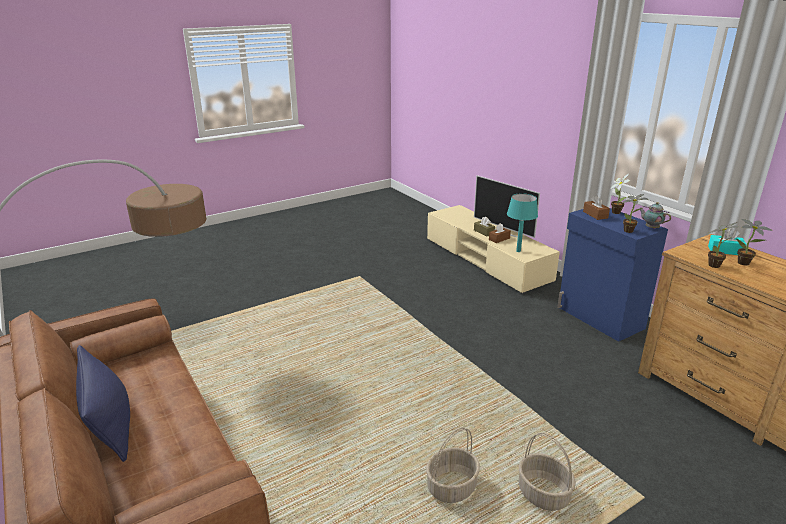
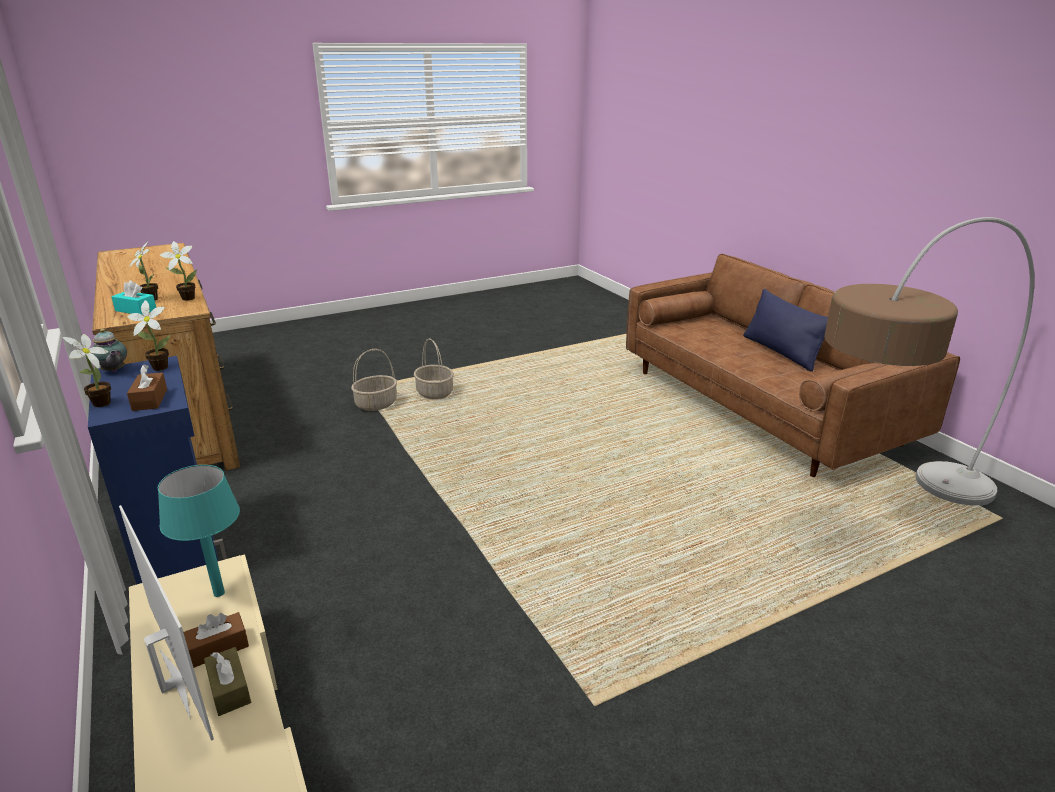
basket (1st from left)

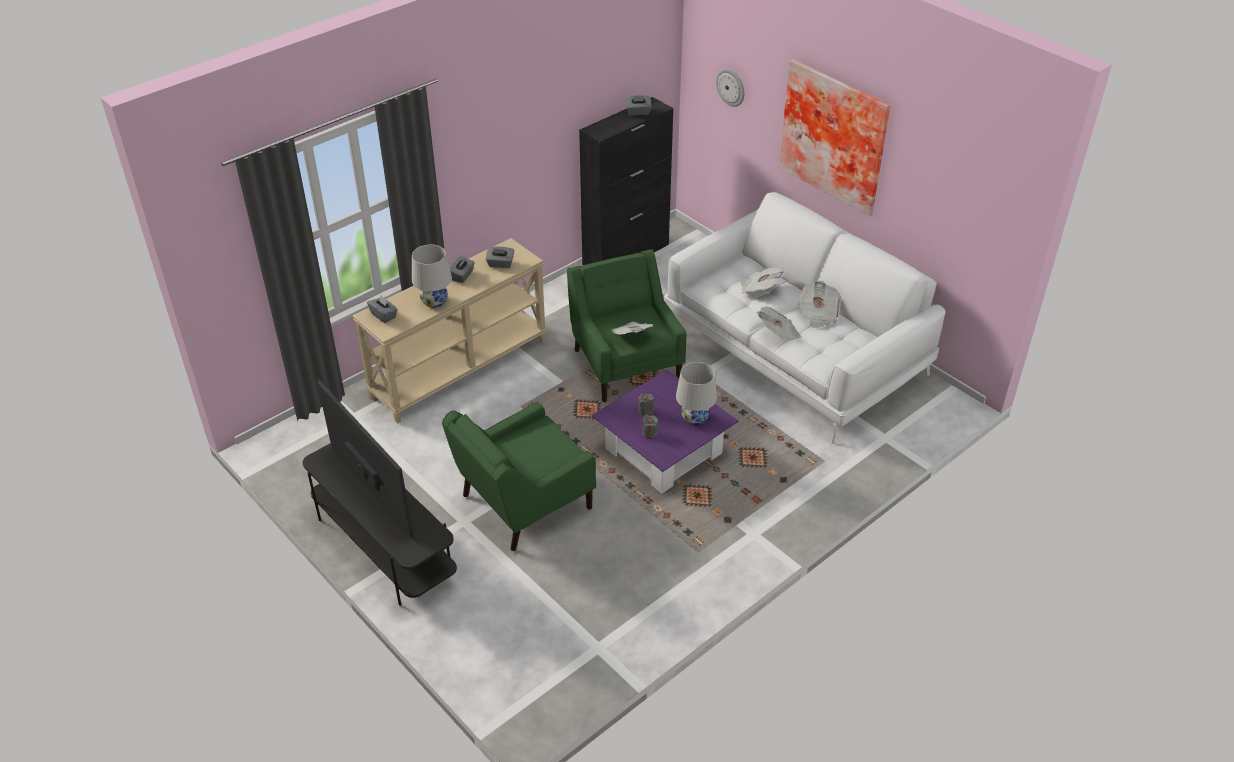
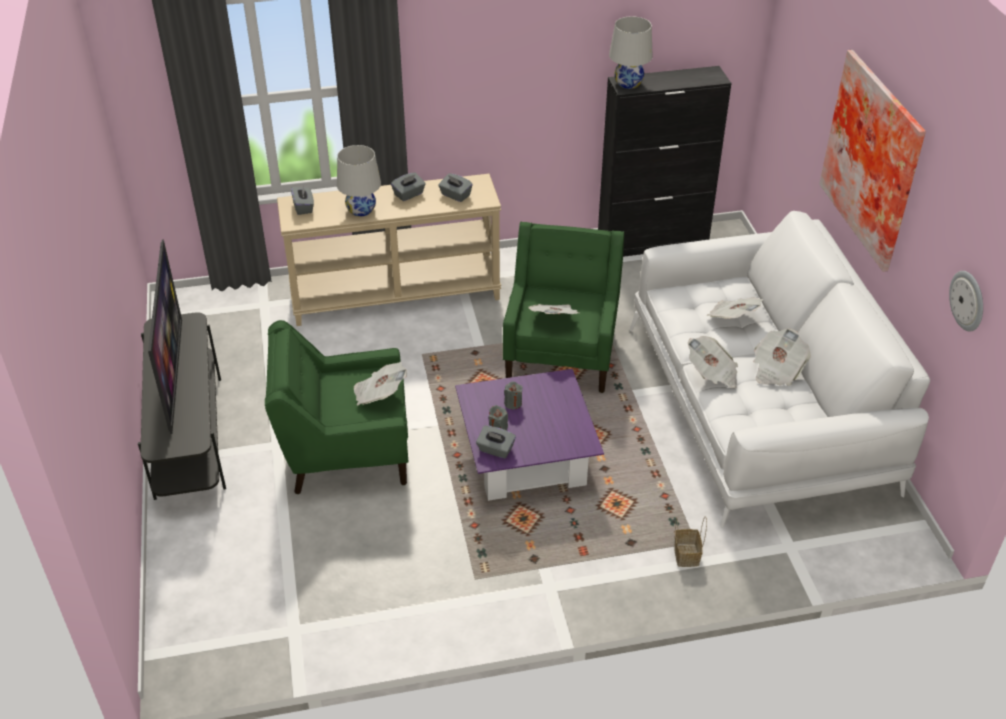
wall clock
grey tissue box (4th from left)
white table lamp (2nd from left)
newspaper (1st from left)
basket

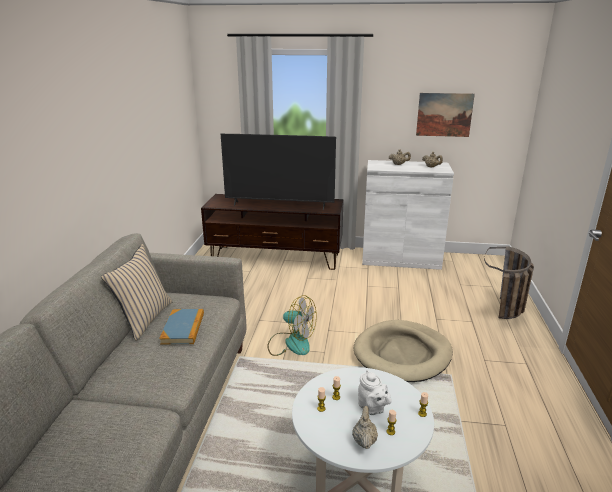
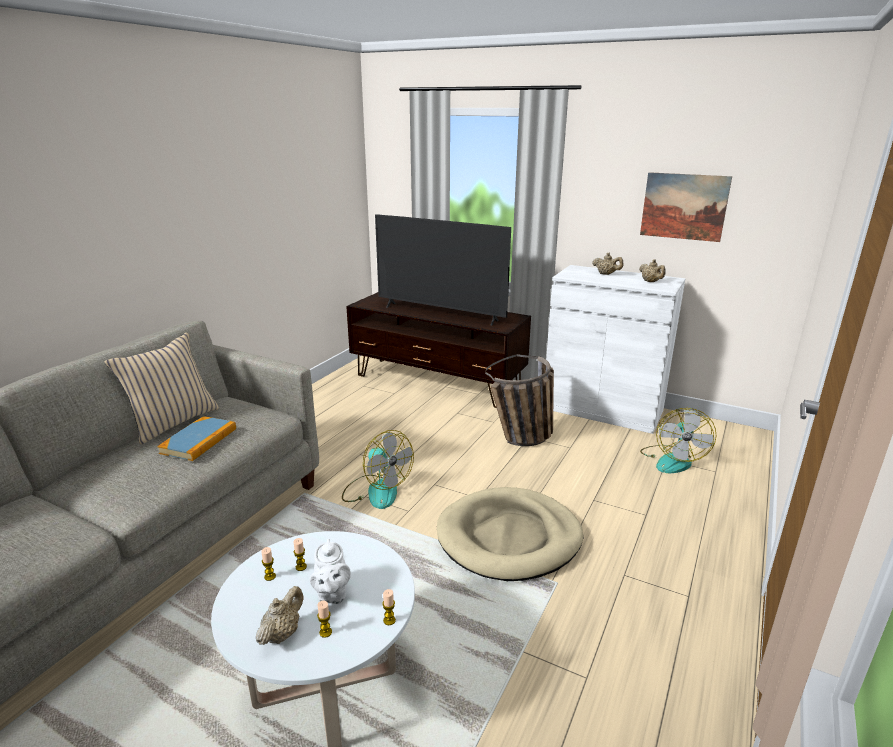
basket
fan (2nd from left)

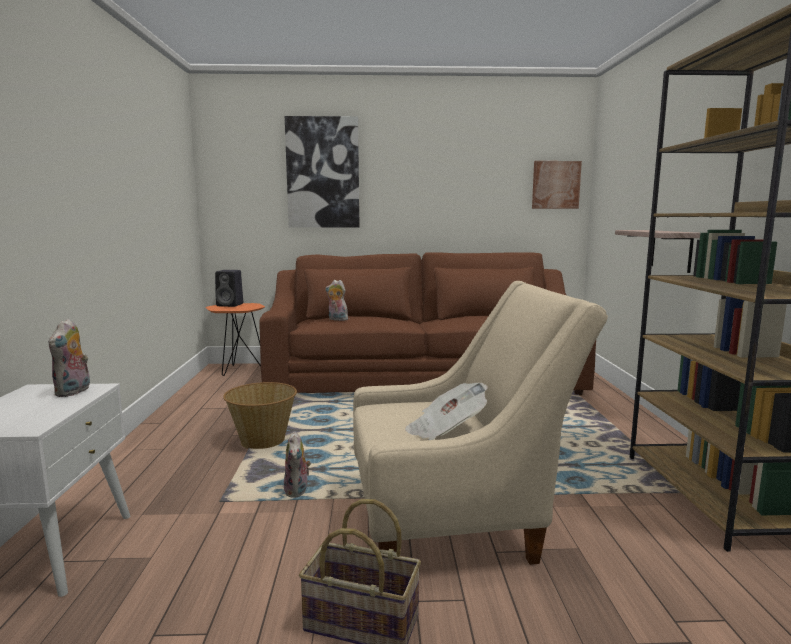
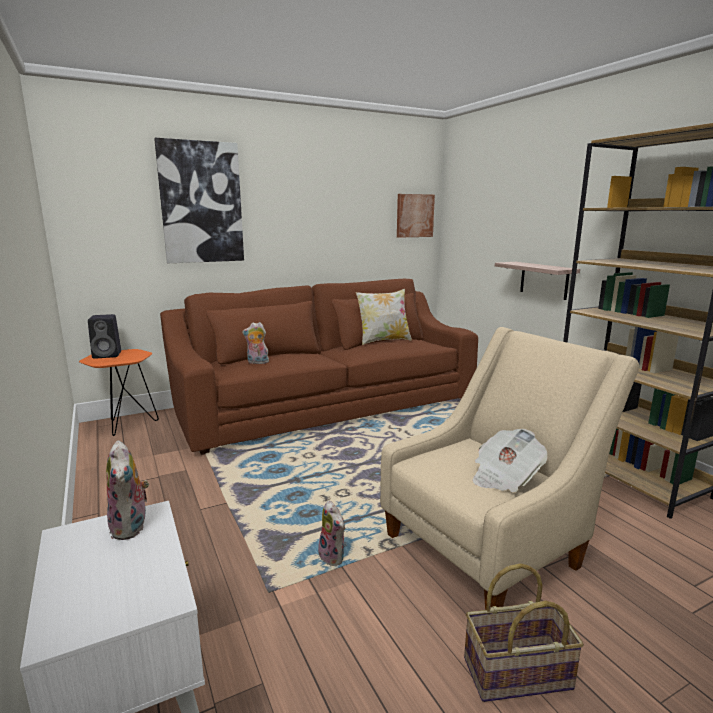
basket (1st from left in the first image)
pillow

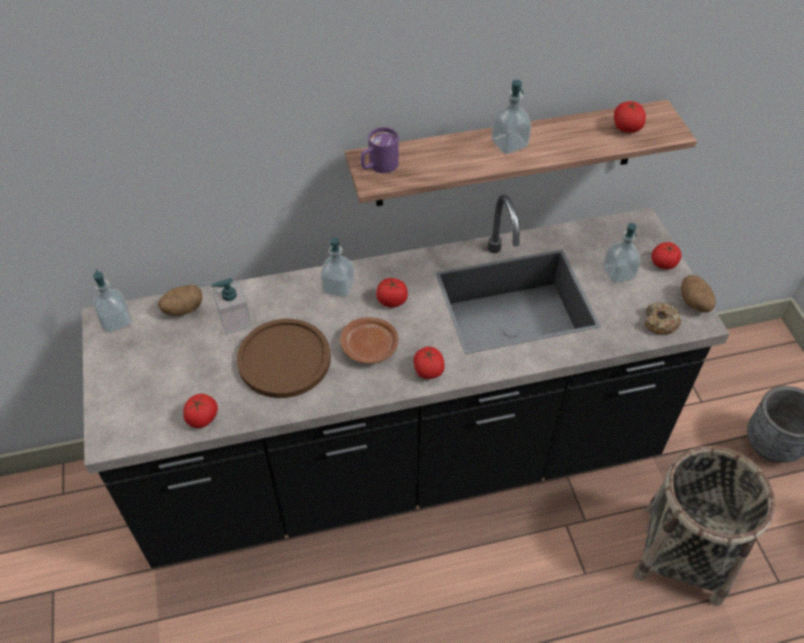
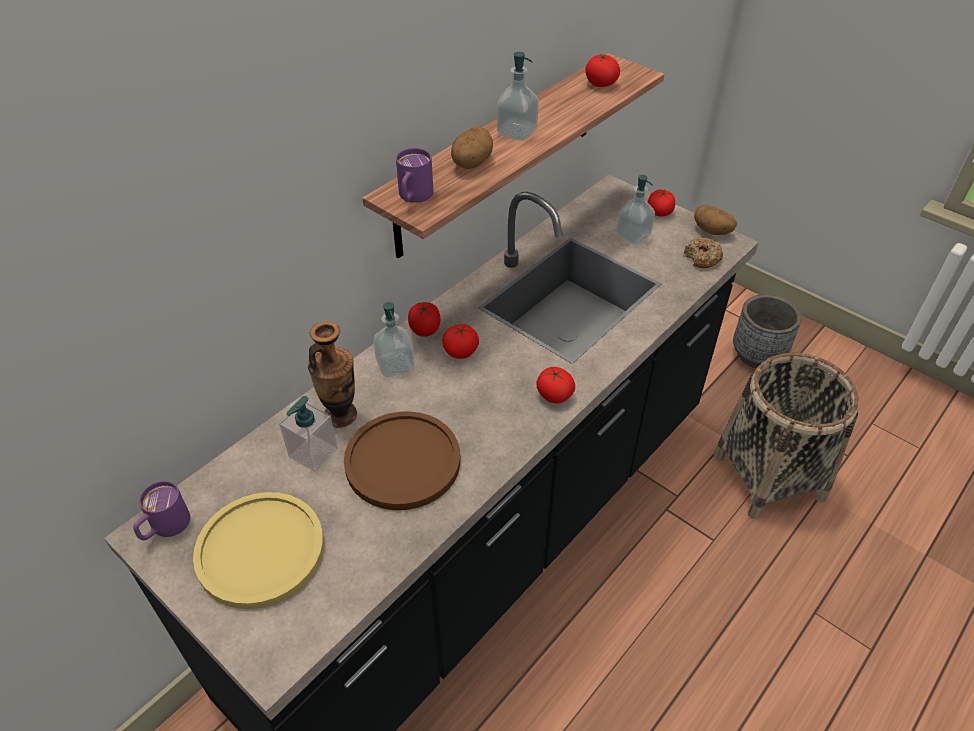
purple mug (1st from left)
potato (1st from left)
brown plate (2nd from left in the first image)
tomato (1st from left)
vase
yellow plate

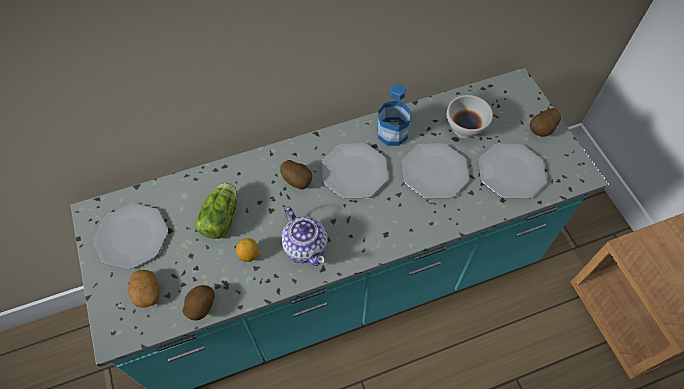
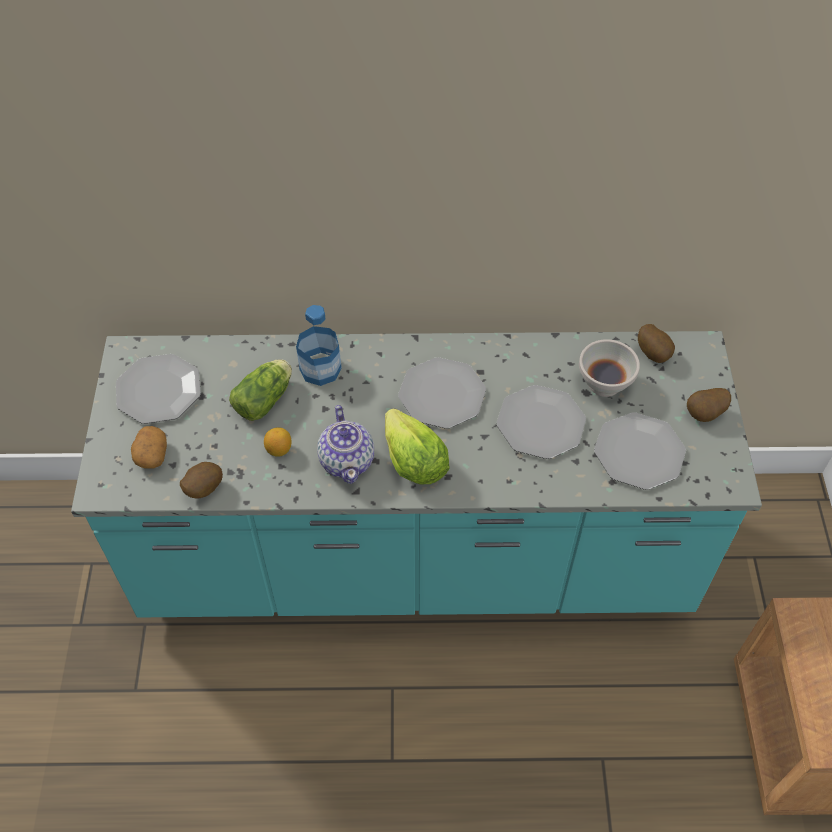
bottle
potato (3rd from left)
lettuce (2nd from left)

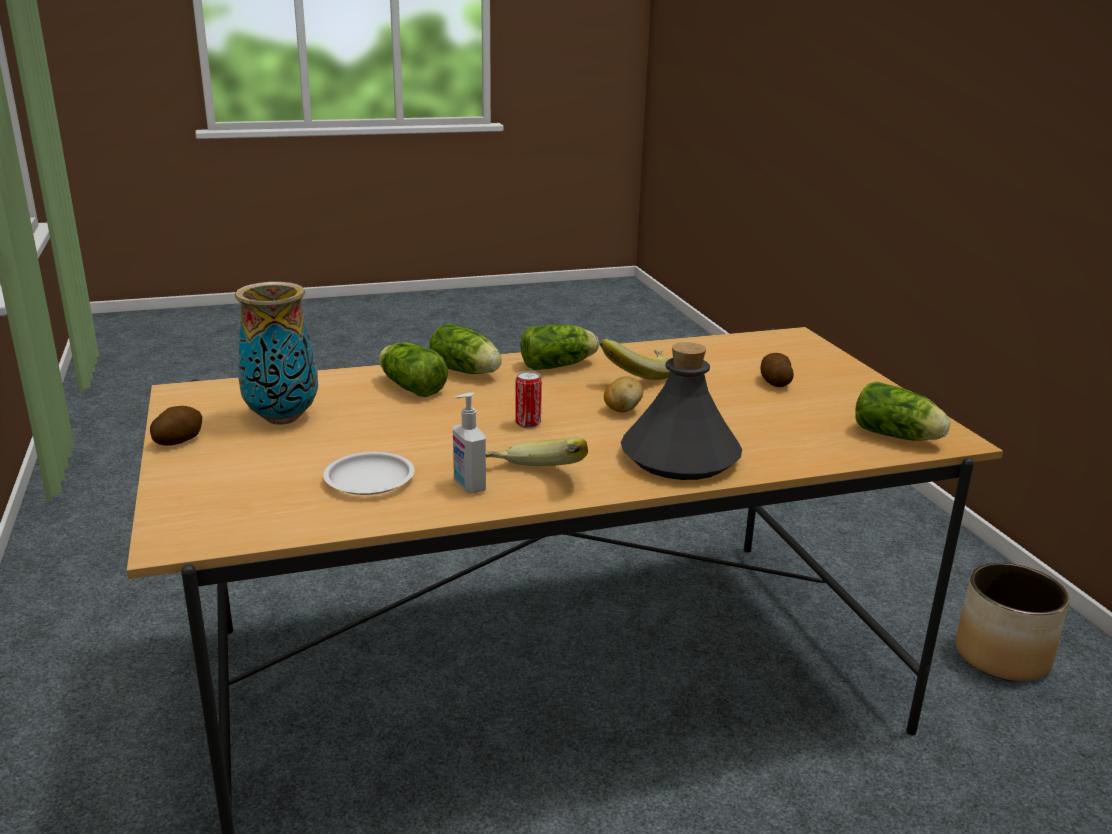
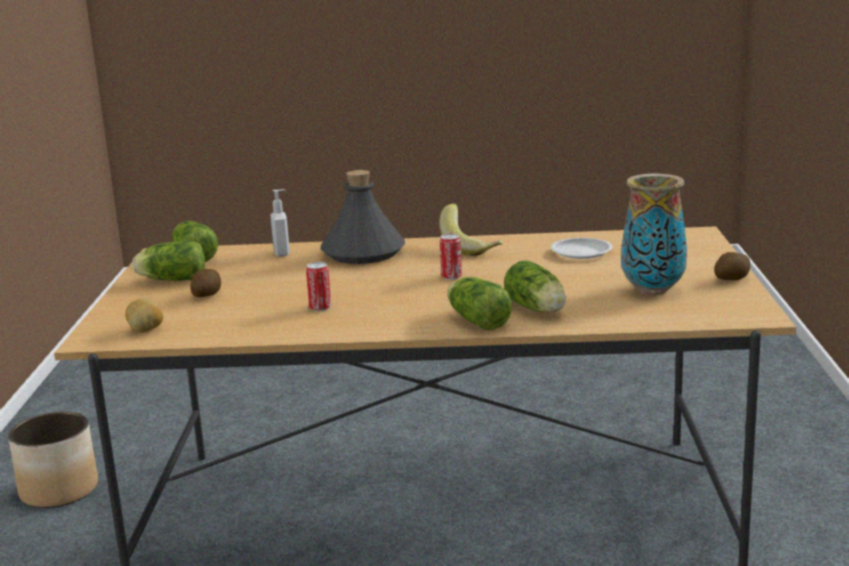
lettuce (1st from left)
can (1st from left)
potato (1st from left)
soap dispenser

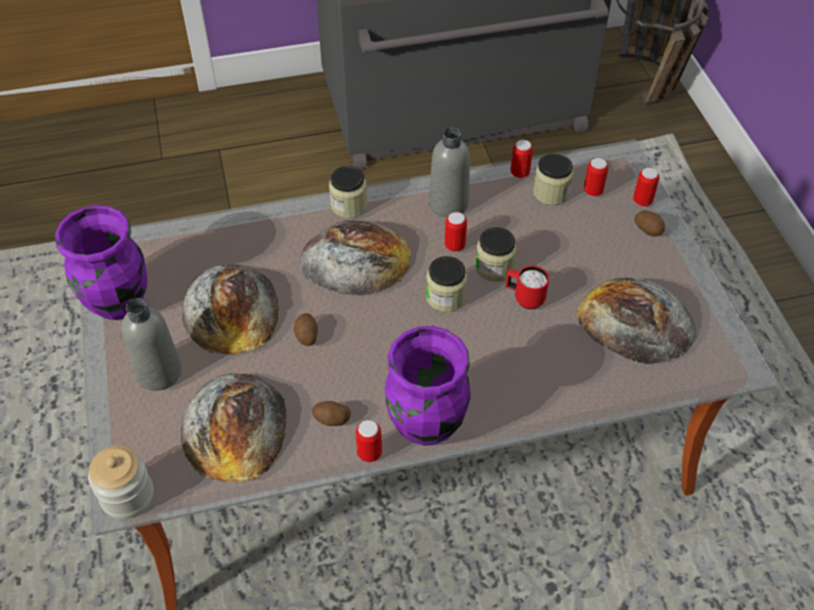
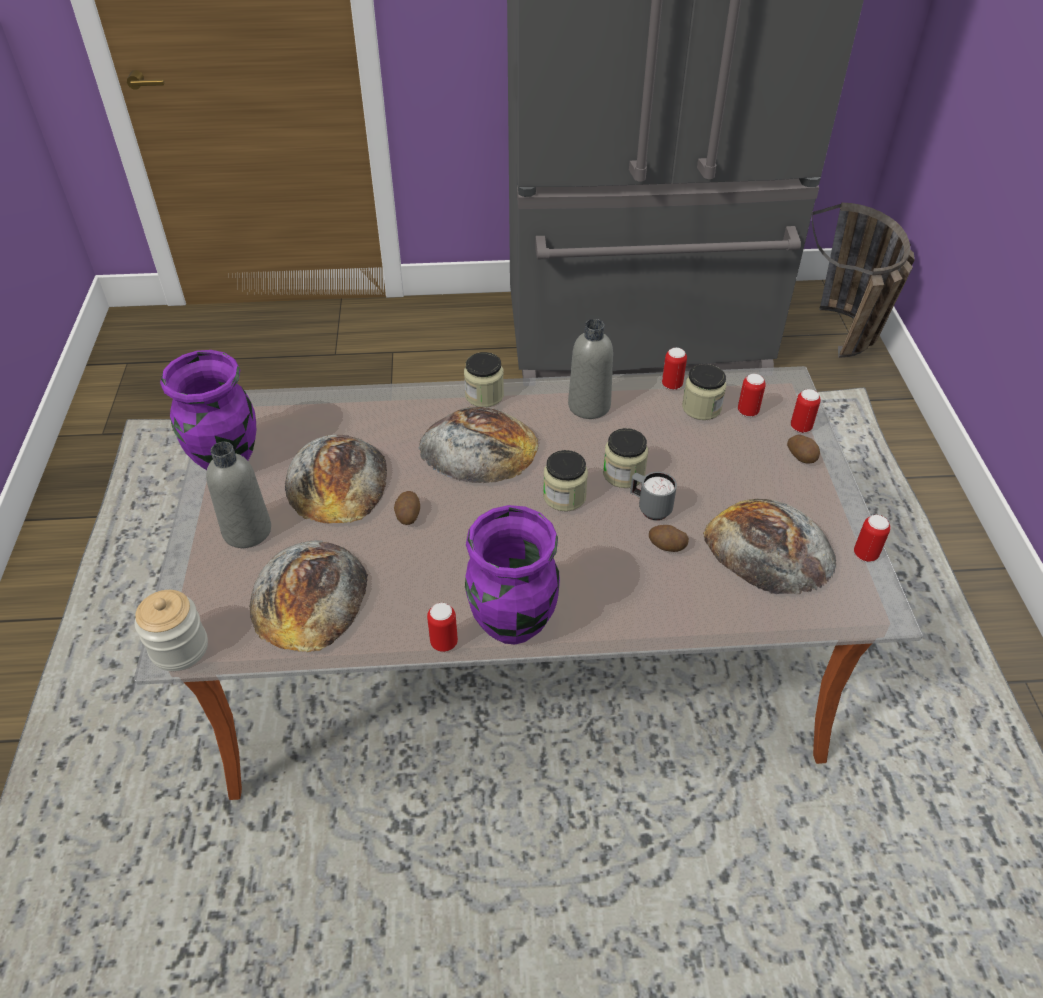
can (5th from left)
grey mug
potato (2nd from left)

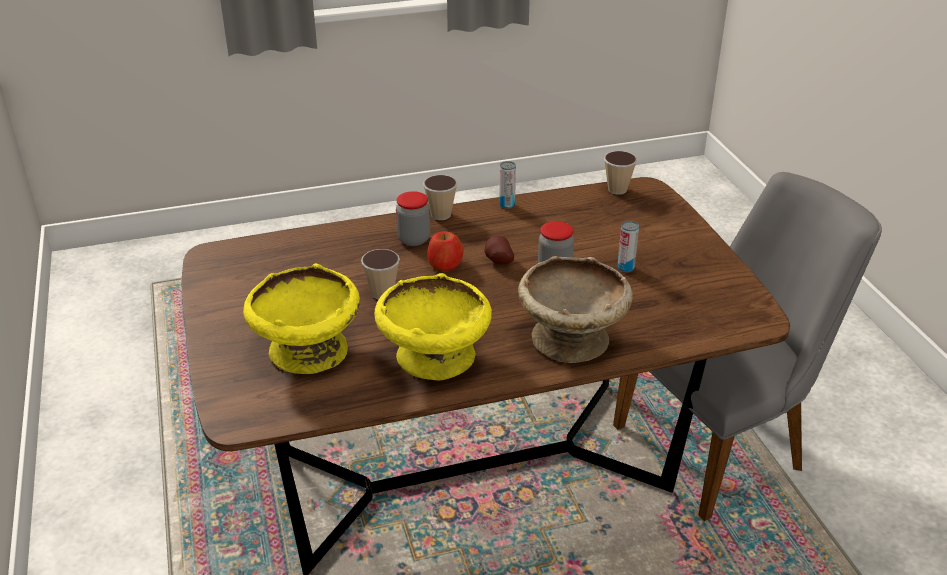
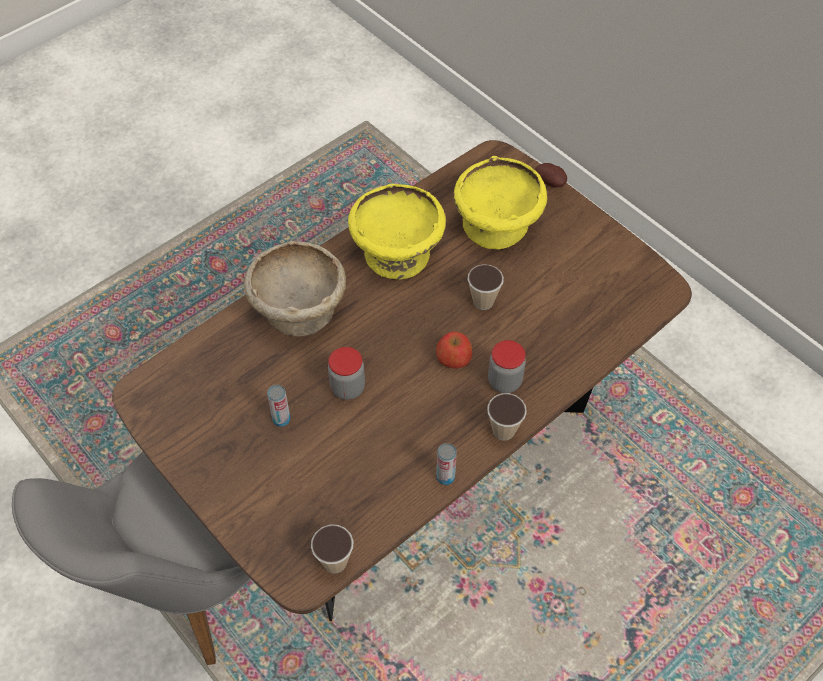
potato

